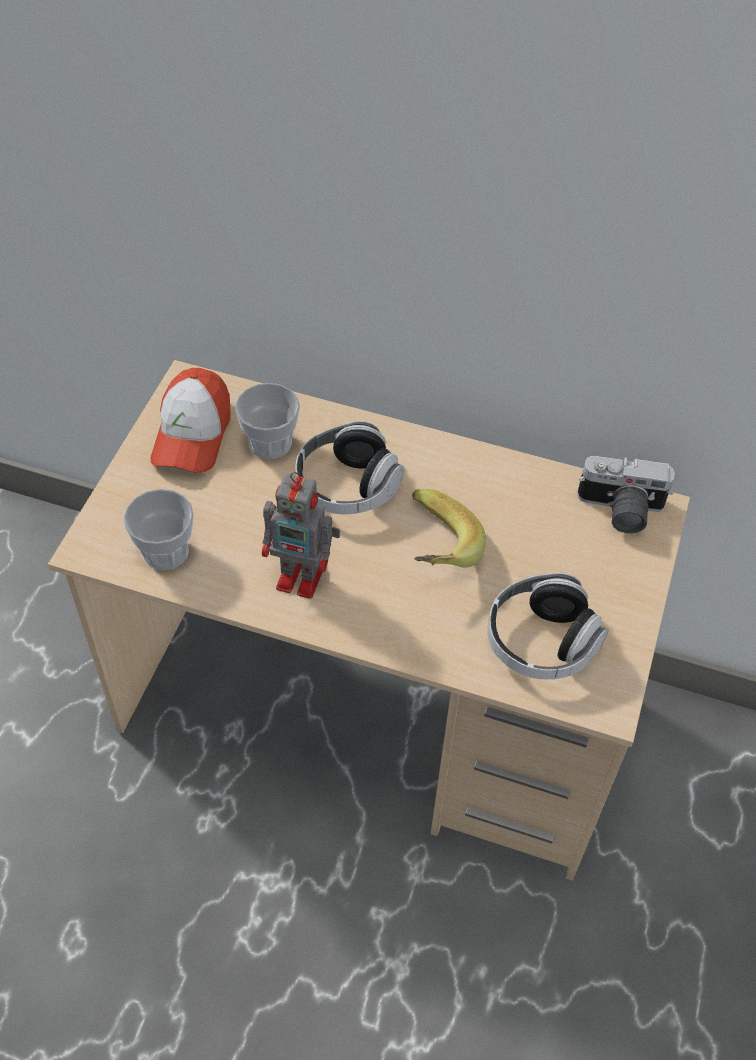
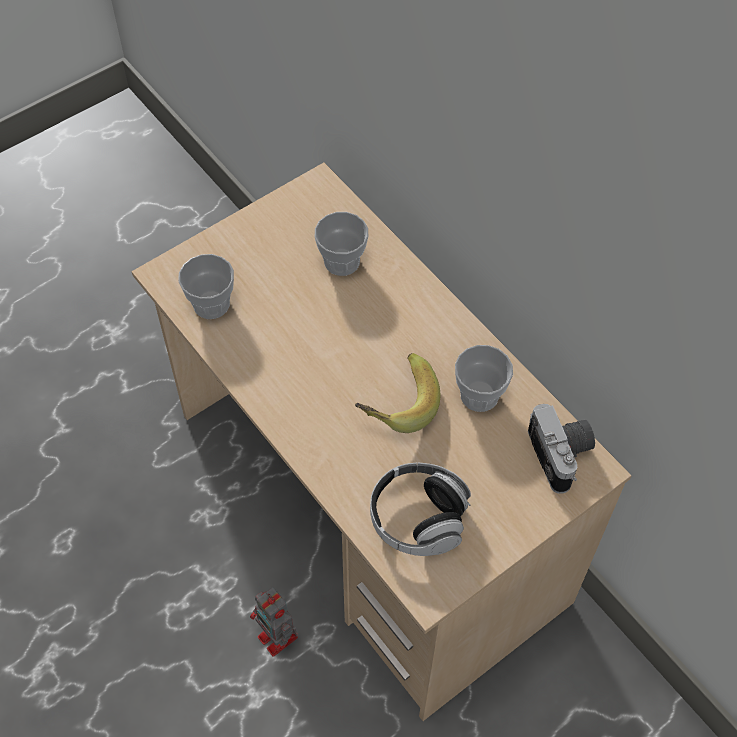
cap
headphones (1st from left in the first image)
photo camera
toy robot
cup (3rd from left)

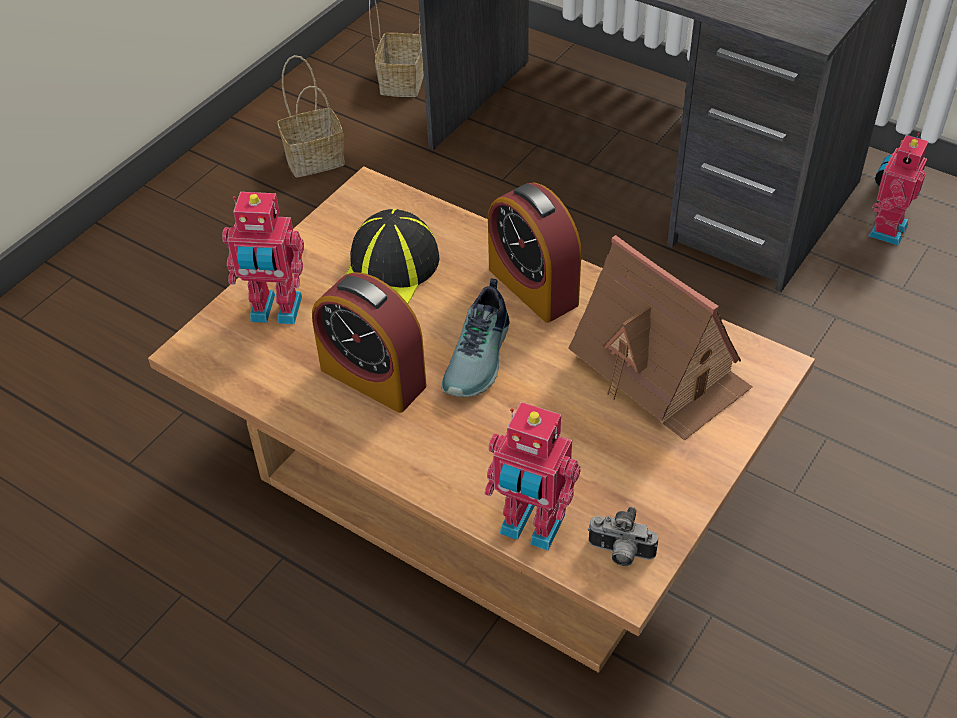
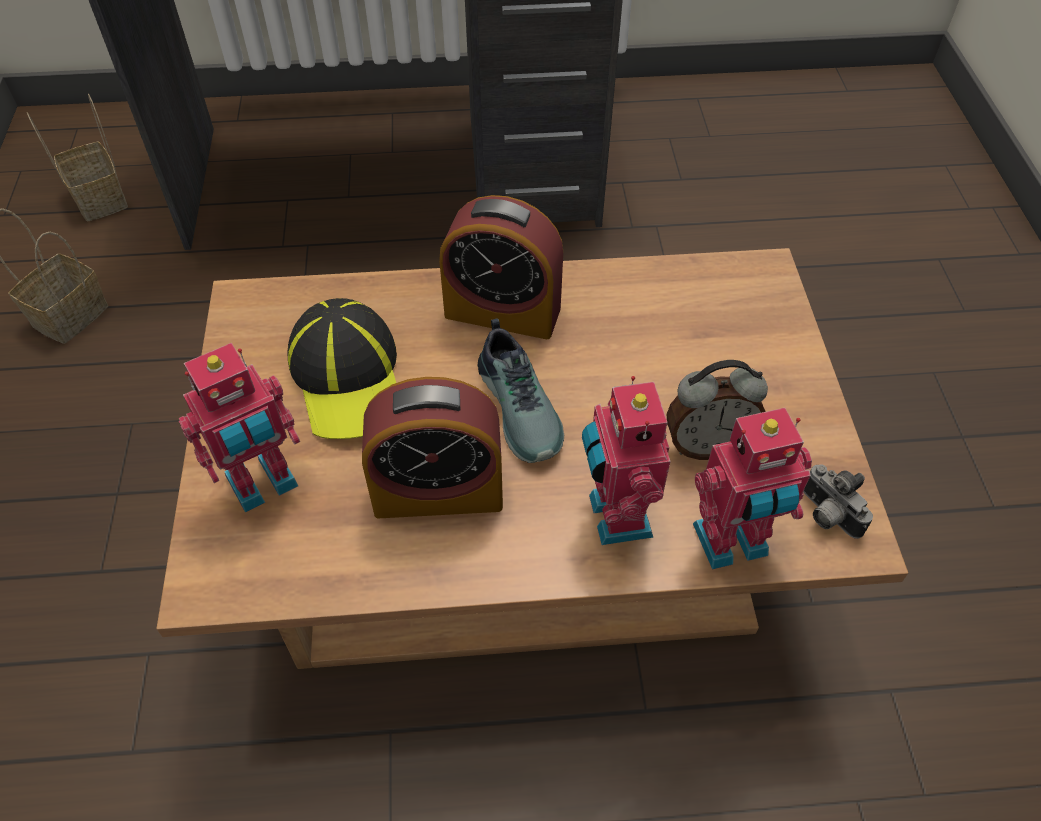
toy robot (2nd from left)
toy house
photo camera
alarm clock (3rd from left)

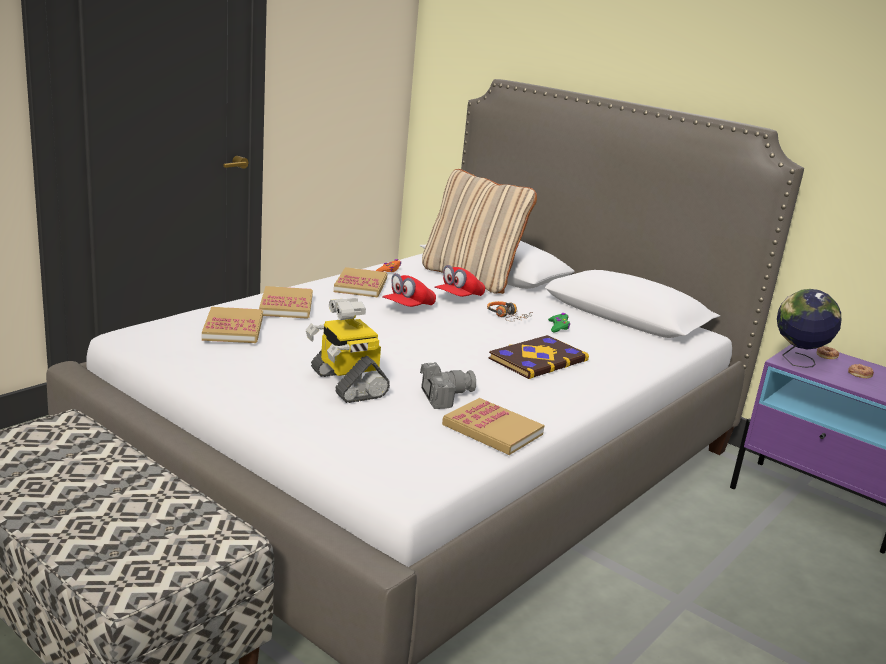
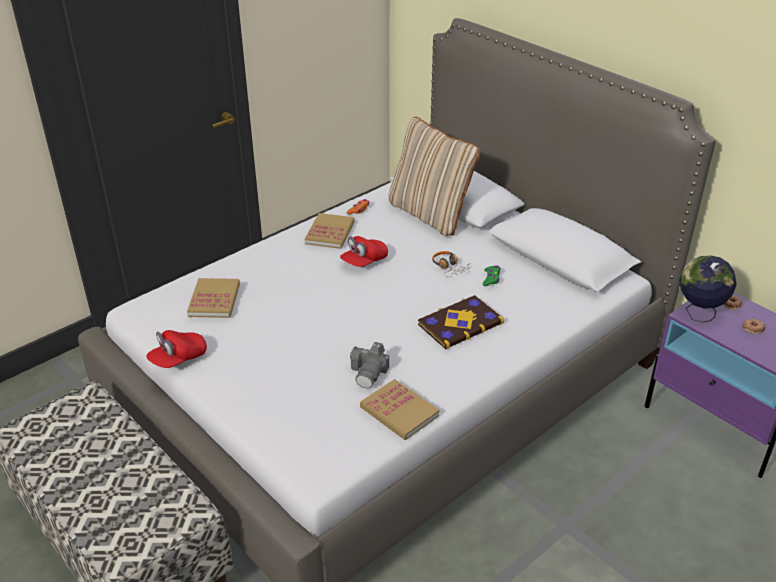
red cap (1st from left)
book (2nd from left in the first image)
toy robot
photo camera

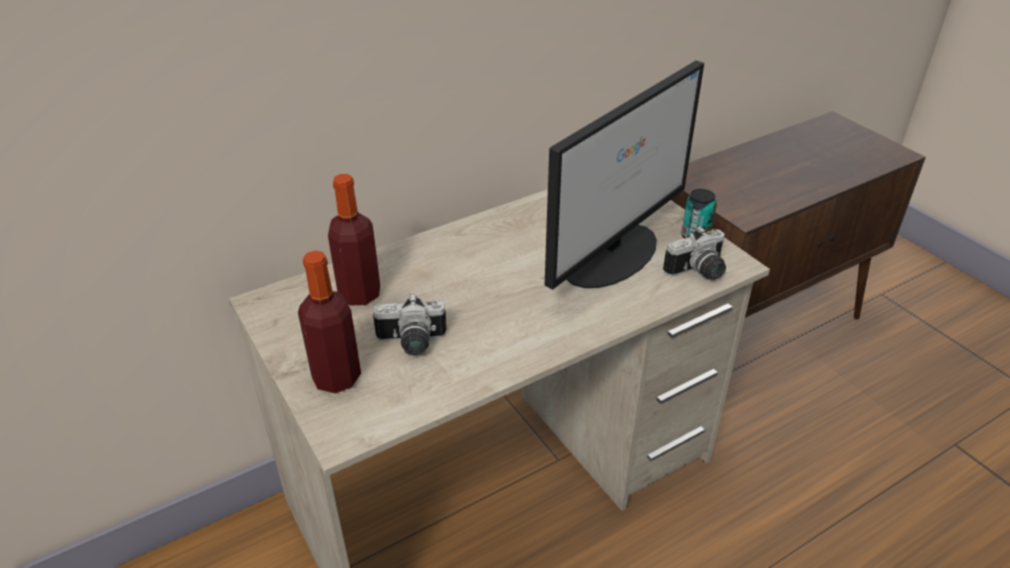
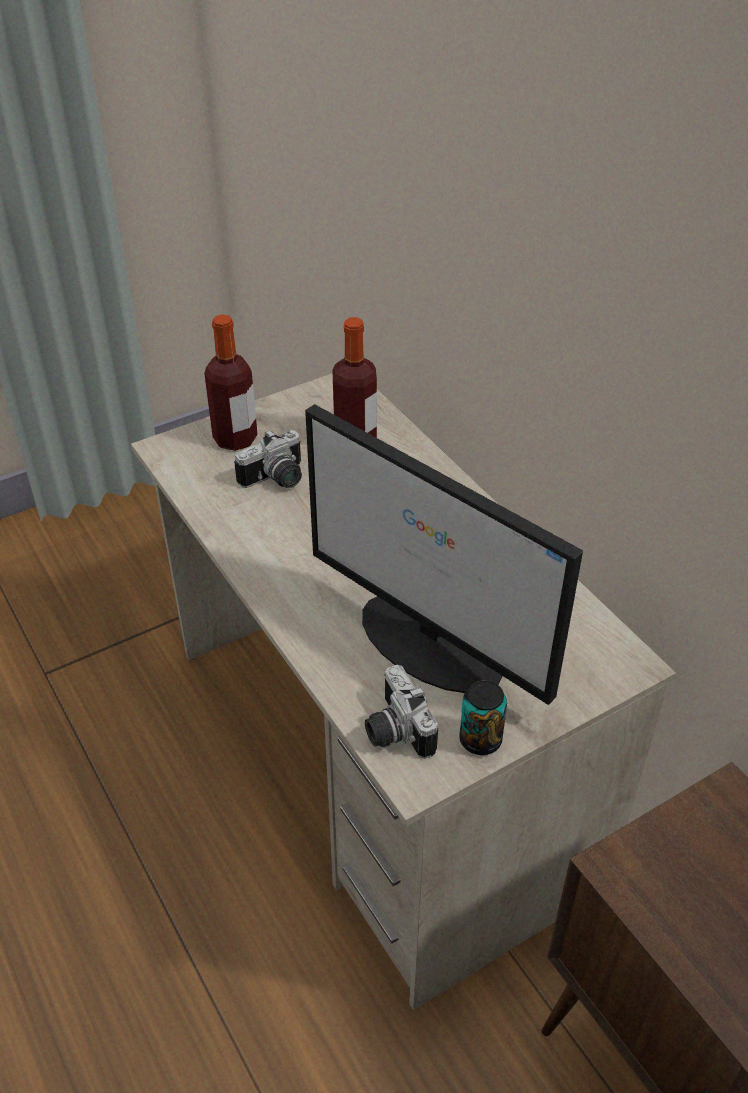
photo camera (1st from left)

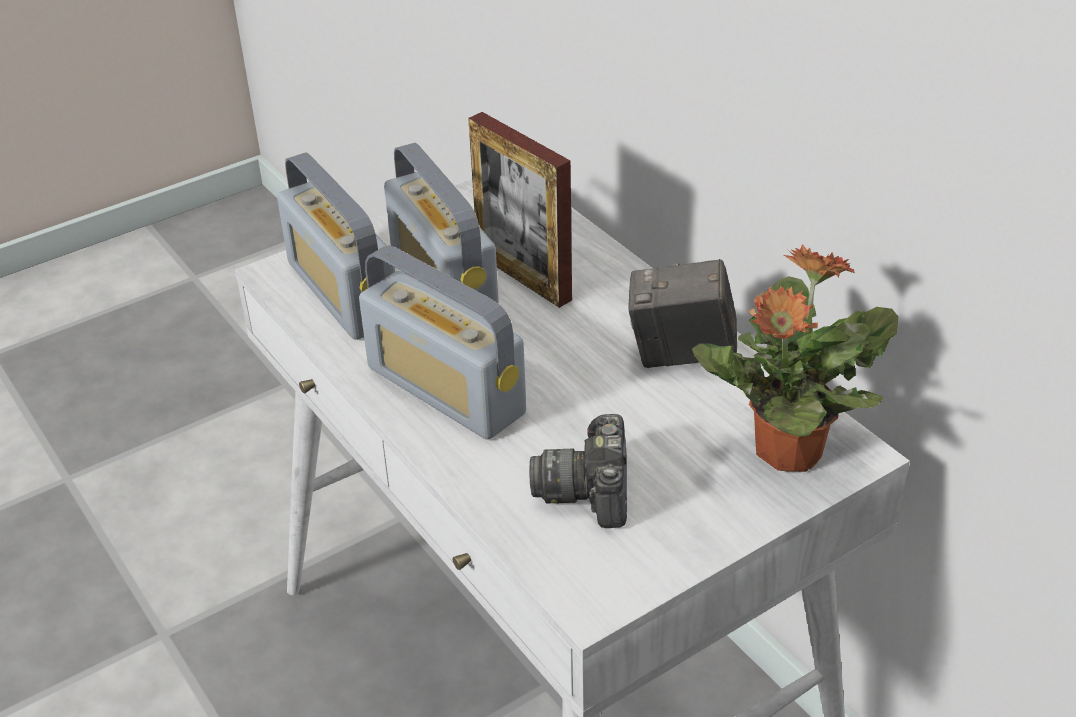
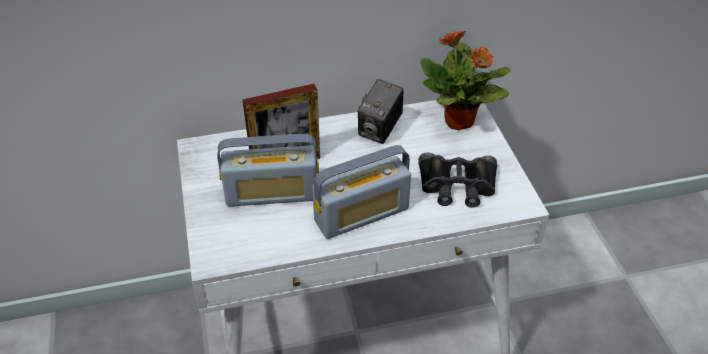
radio (1st from left in the first image)
black binoculars

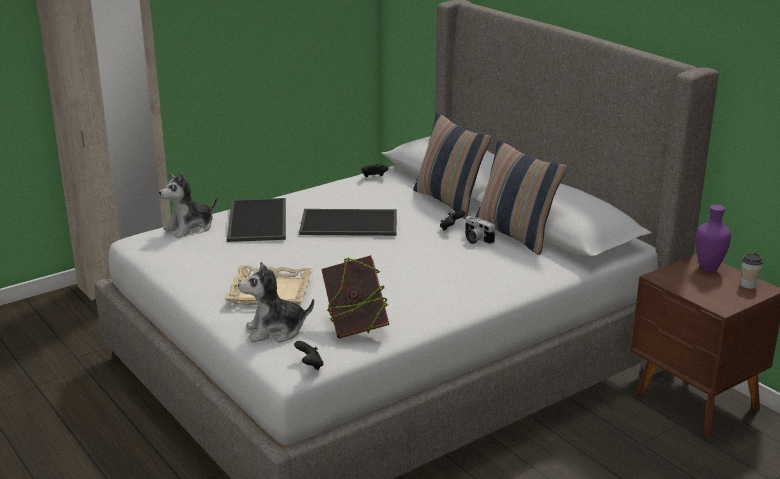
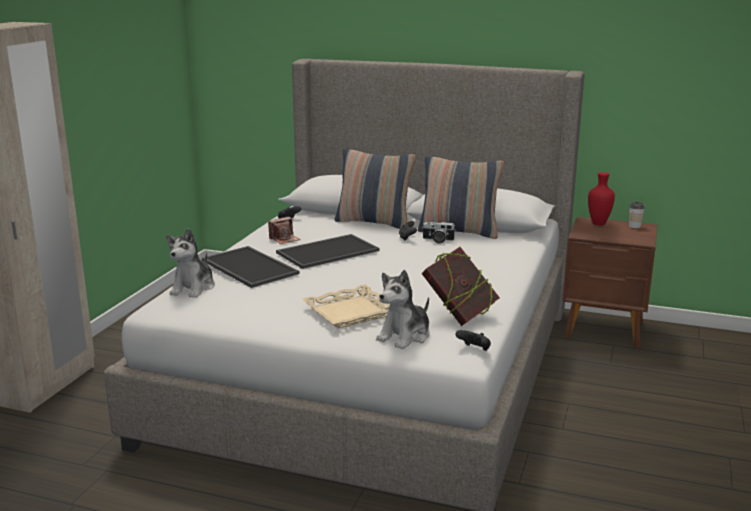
red vase
photo camera (1st from left)

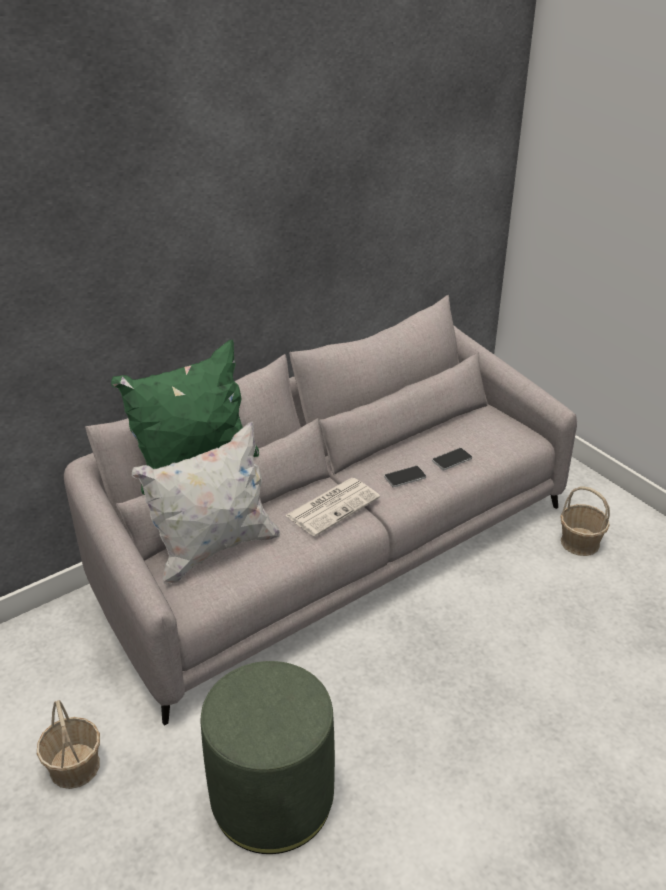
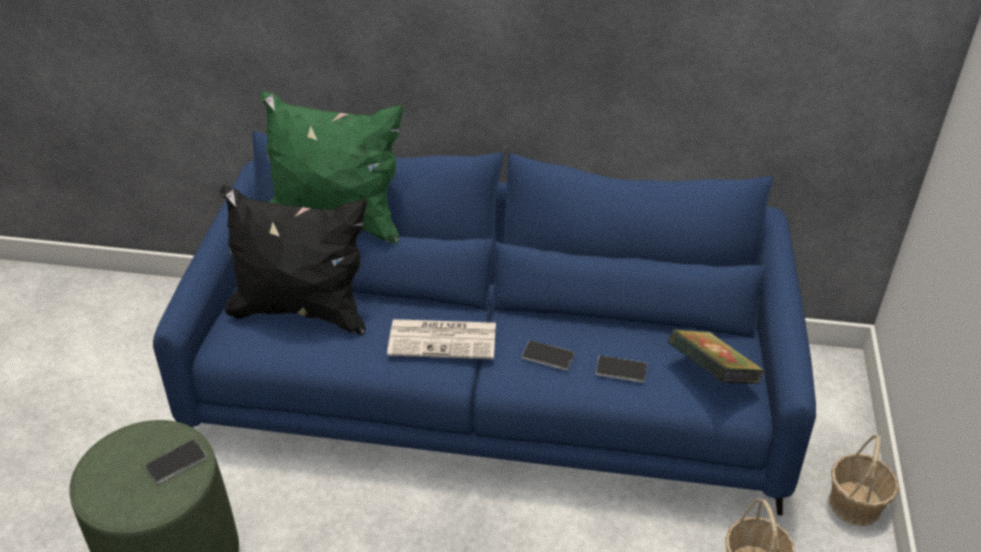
blue sofa
black pillow
basket (2nd from left)
book
phone (1st from left)

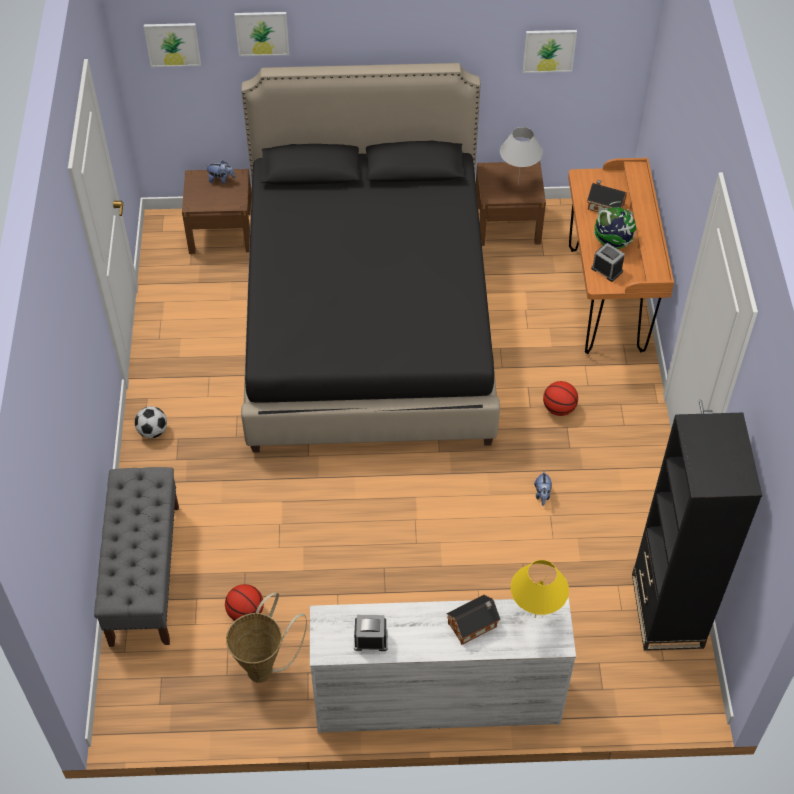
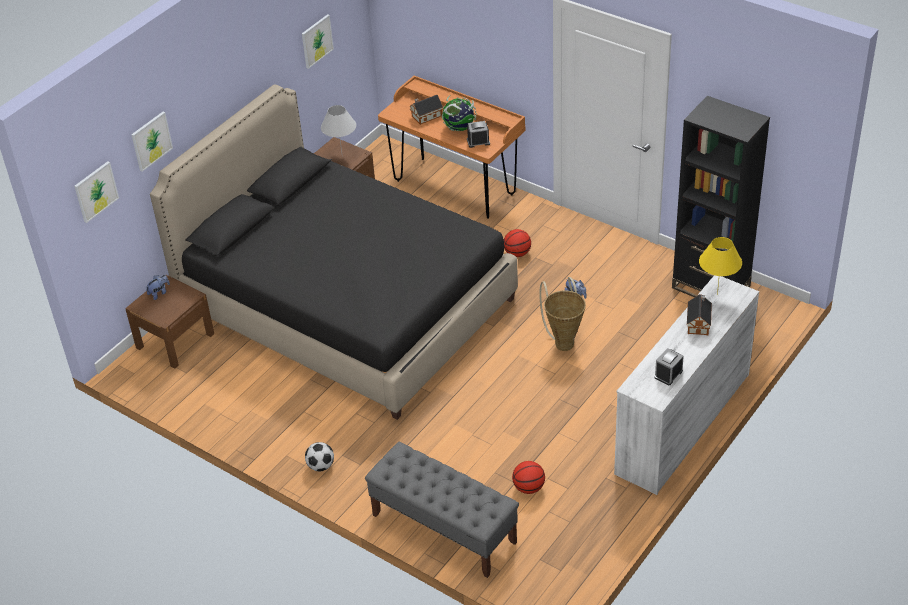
basket

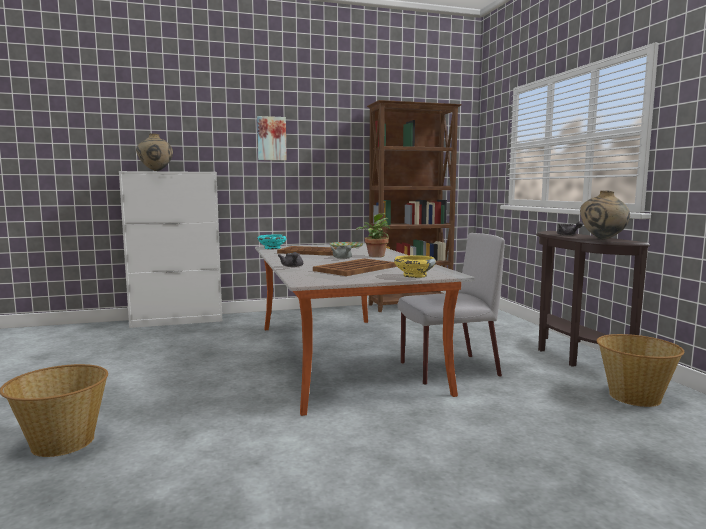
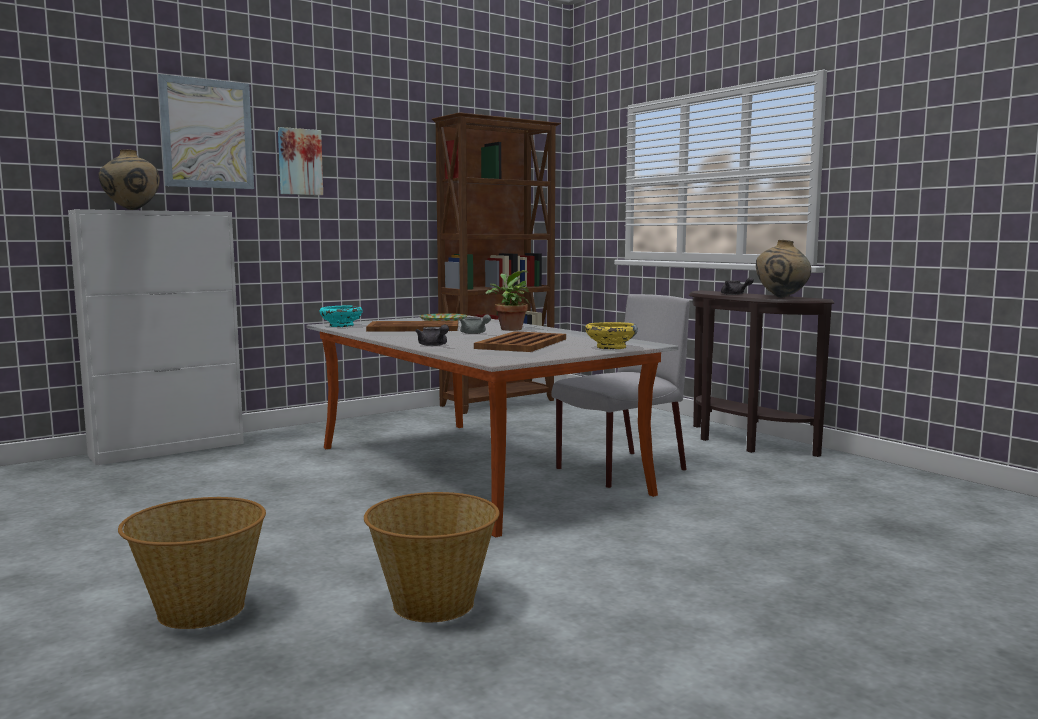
basket (2nd from left)
picture (1st from left)

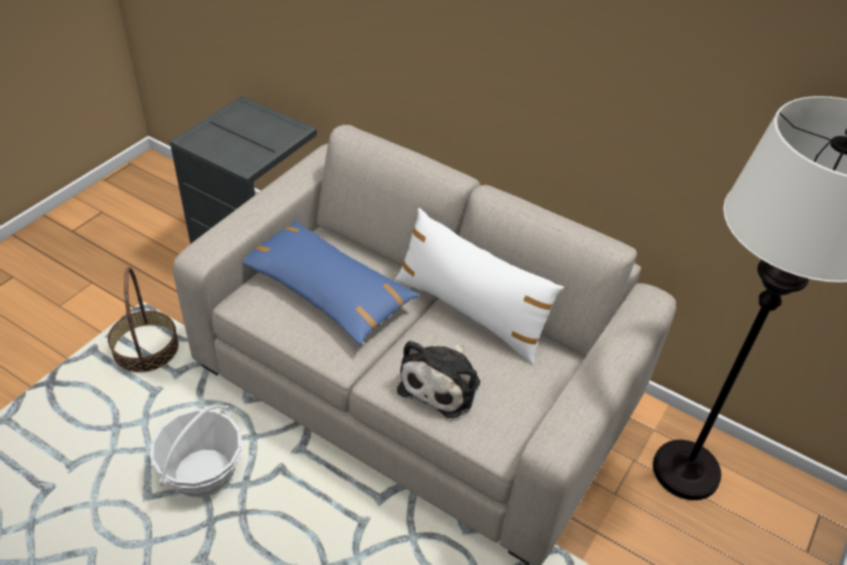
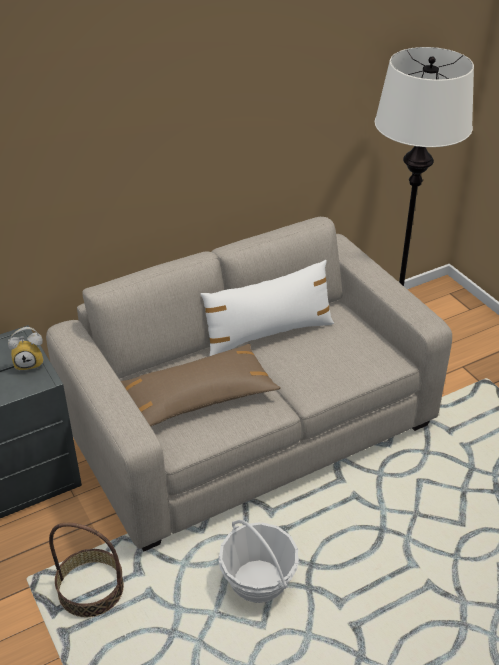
brown pillow
plush toy
alarm clock

